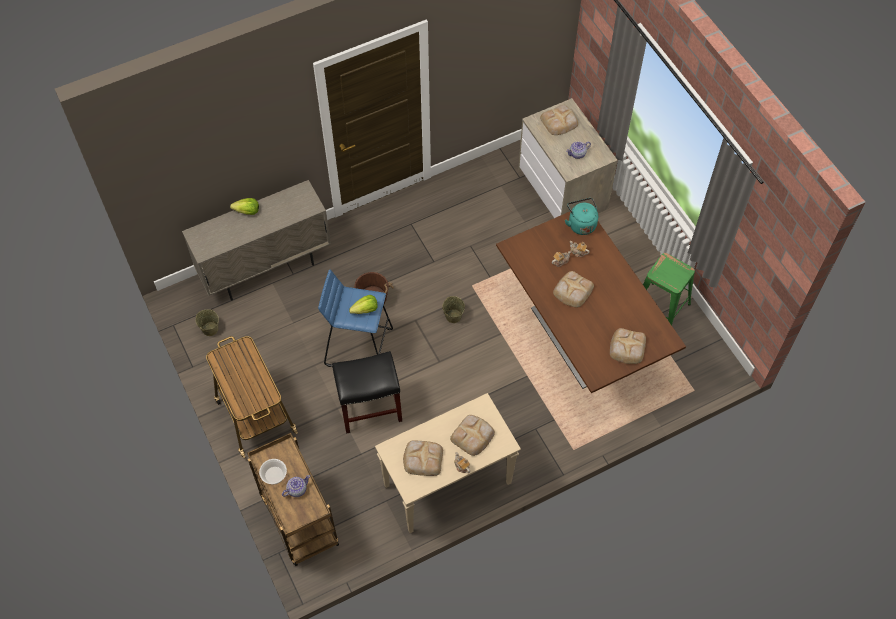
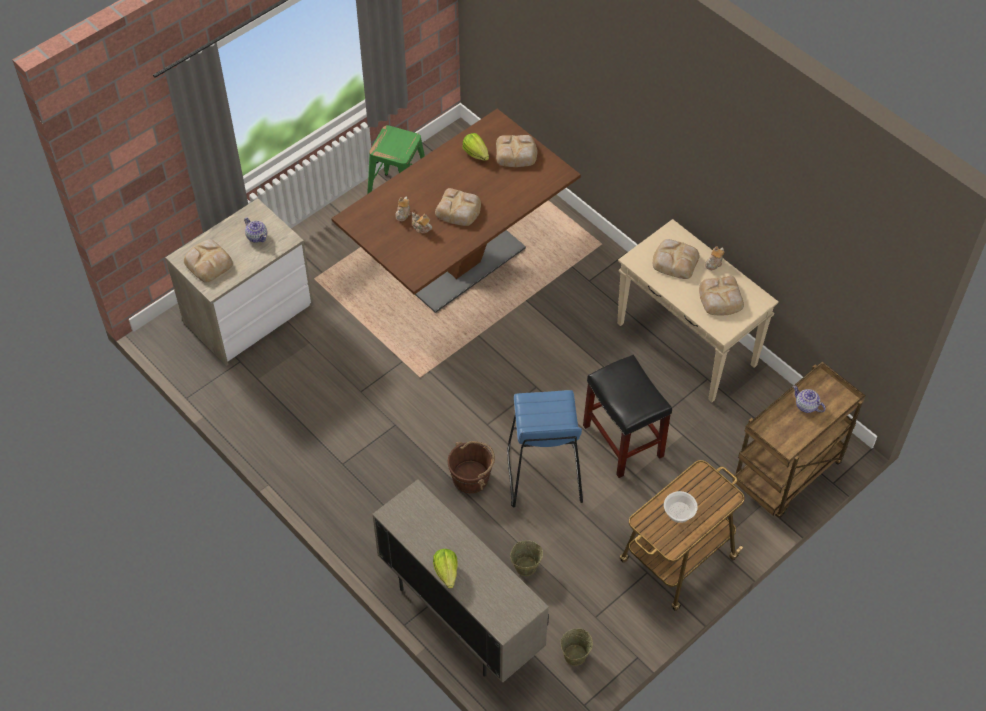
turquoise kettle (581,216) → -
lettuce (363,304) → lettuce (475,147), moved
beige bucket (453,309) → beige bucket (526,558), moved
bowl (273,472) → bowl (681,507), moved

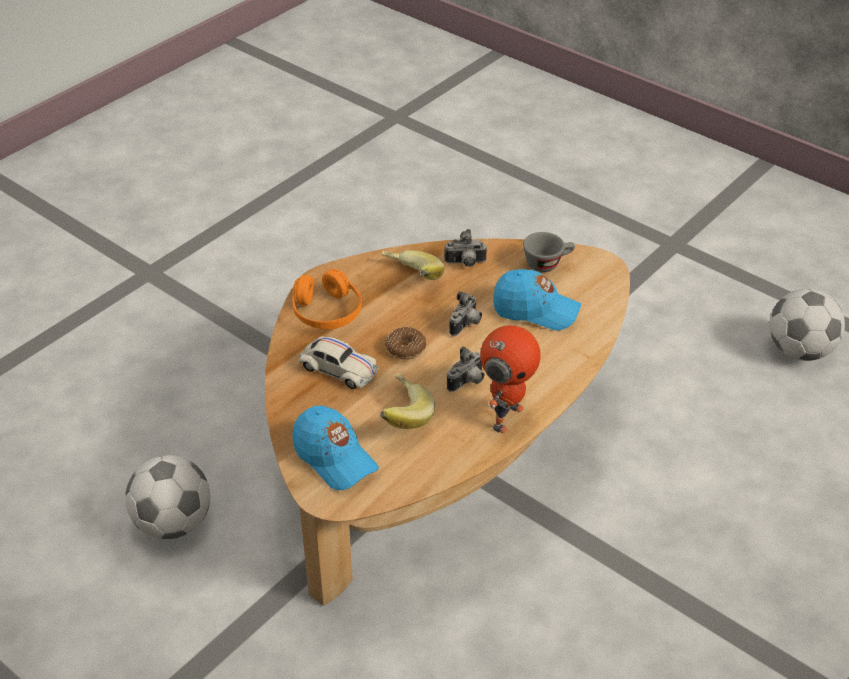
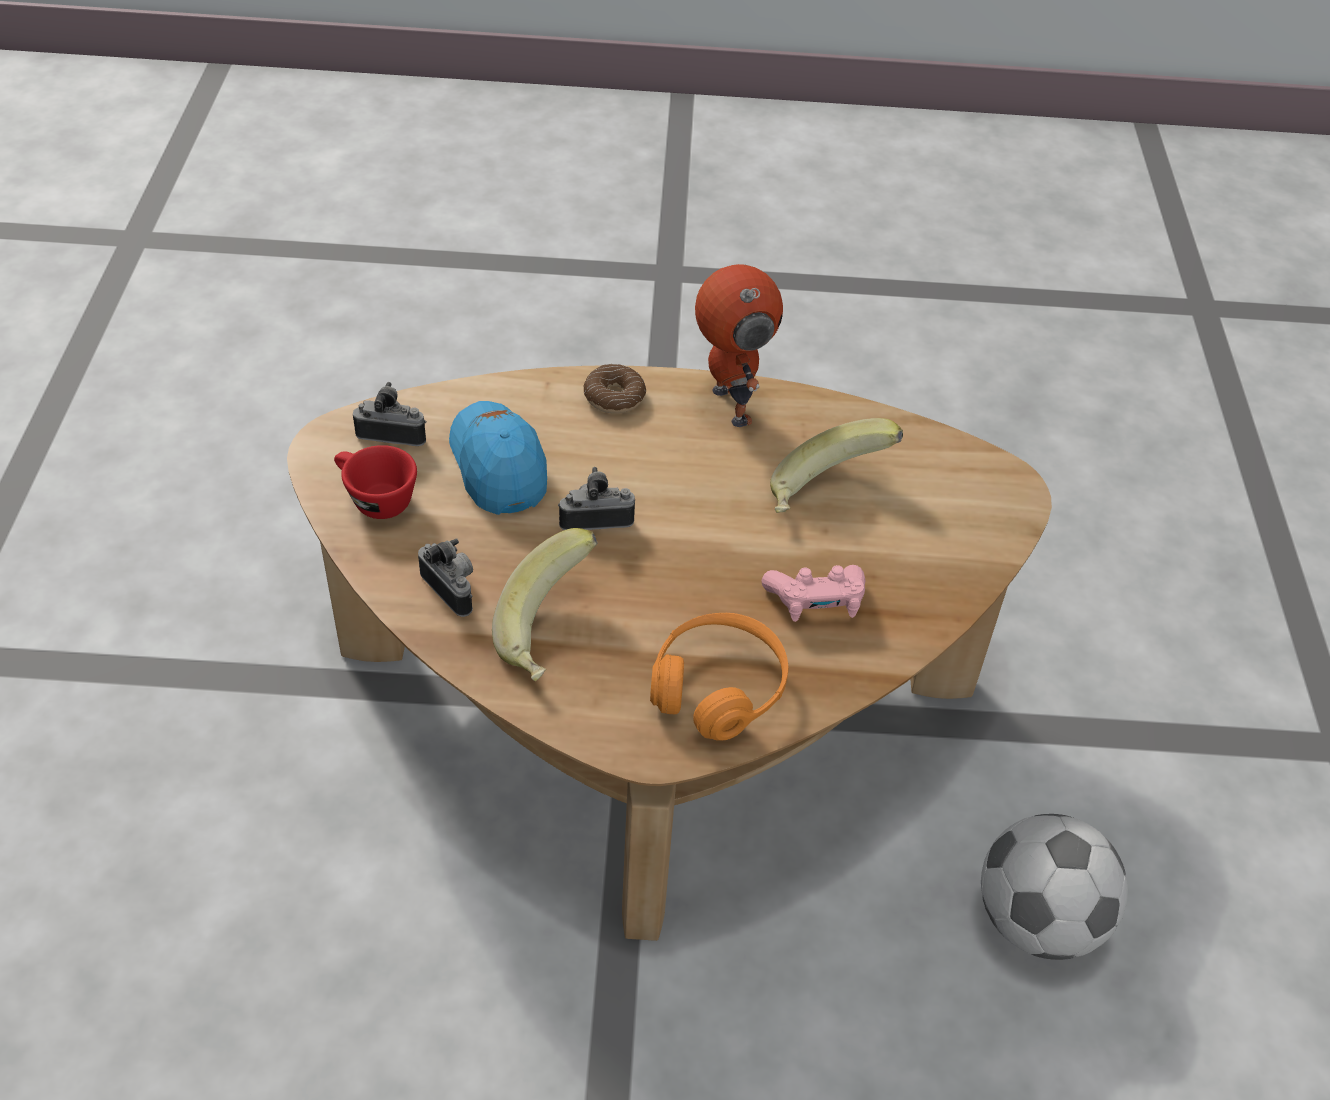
grey cup (549,252) → red cup (375,482)
football (807,325) → -
toy robot (510,379) → toy robot (739,345), 75 degrees clockwise
donut (405,343) → donut (615,389), moved
white toy car (339,362) → pink game controller (813,593)
photo camera (465,369) → photo camera (389,414), moved
blue cap (335,448) → -

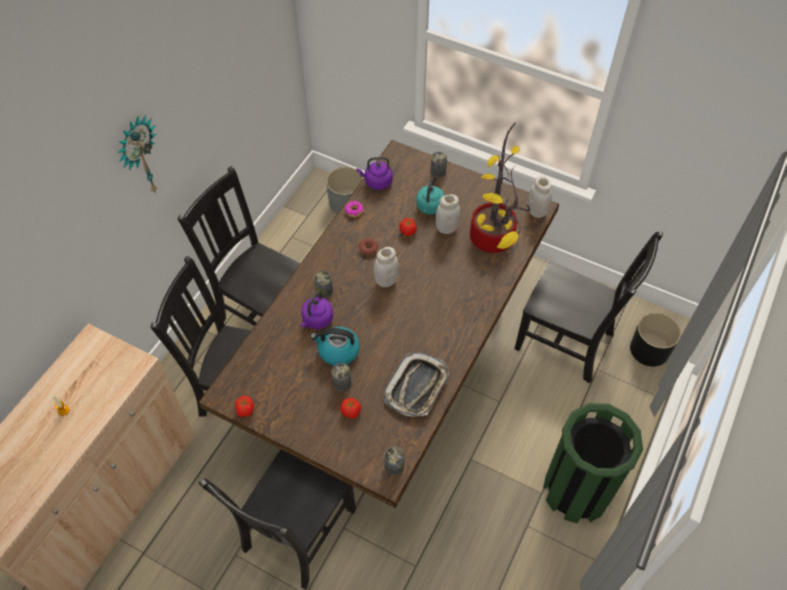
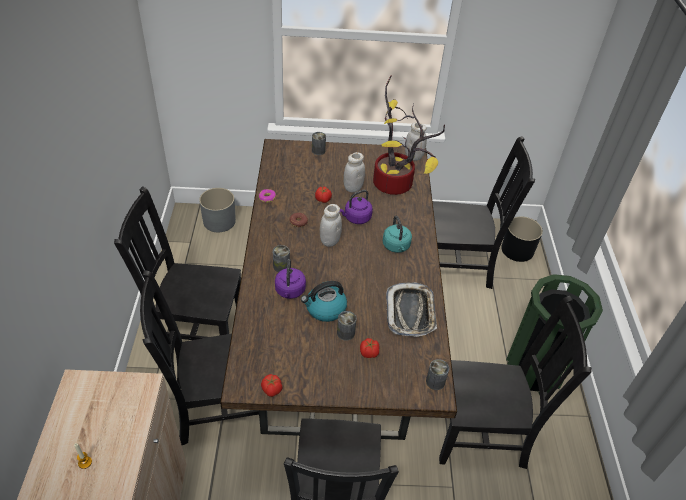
wall clock (137,154) → -
purple kettle (374,173) → purple kettle (356,207), moved
turquoise kettle (430,195) → turquoise kettle (397,234), moved
- → black chair (515,382)

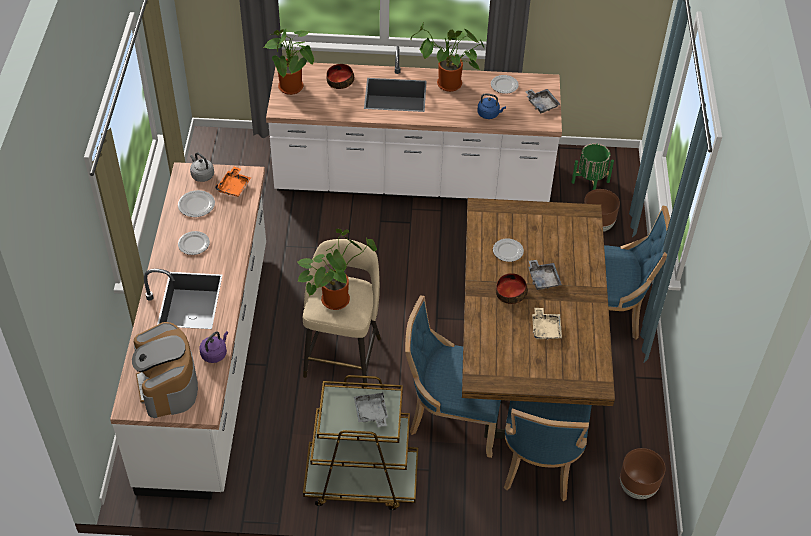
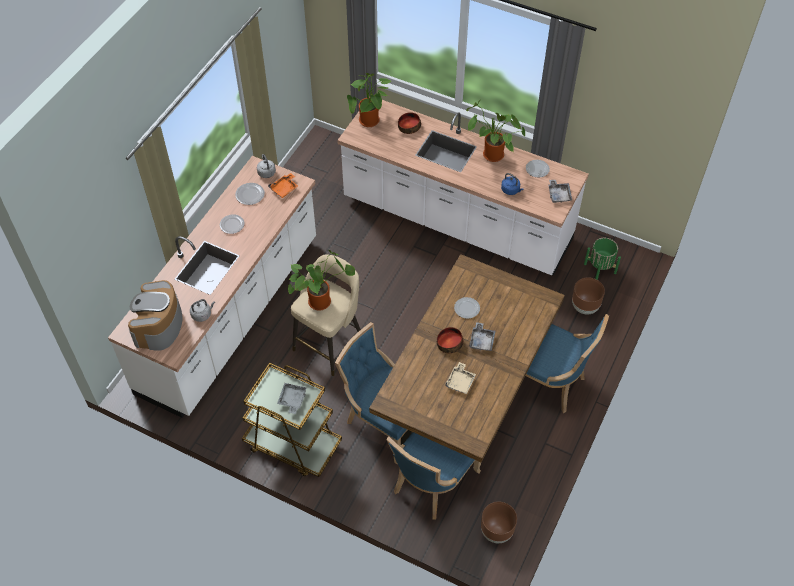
purple kettle (213,347) → grey kettle (202,310)

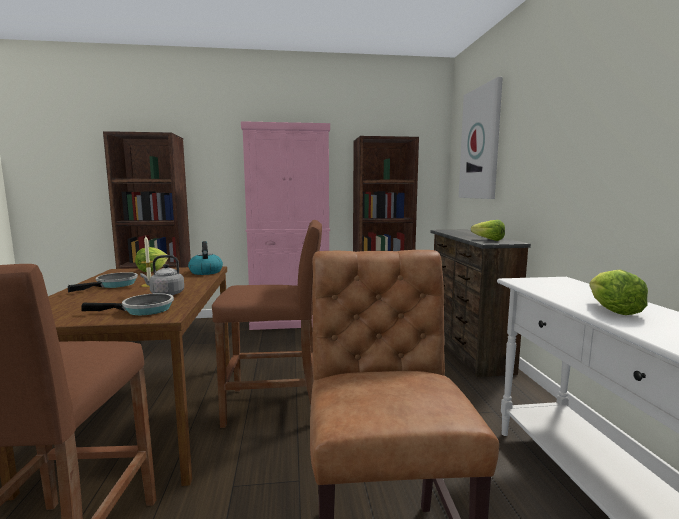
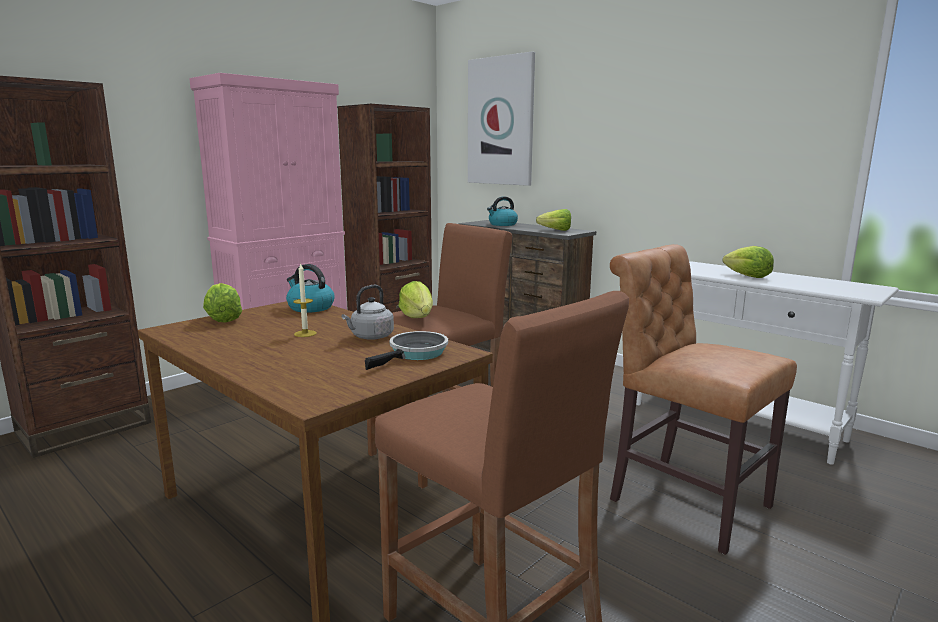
frying pan (103,282) → -
- → kettle (502,211)
- → lettuce (416,299)

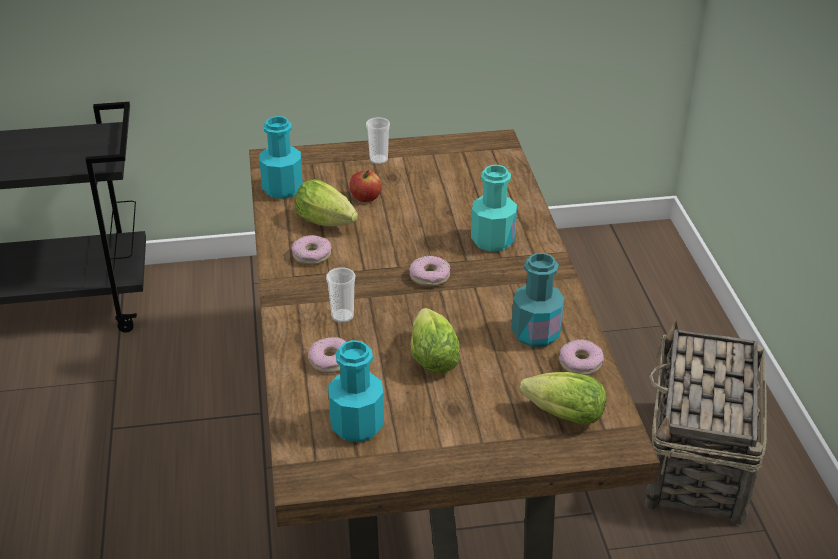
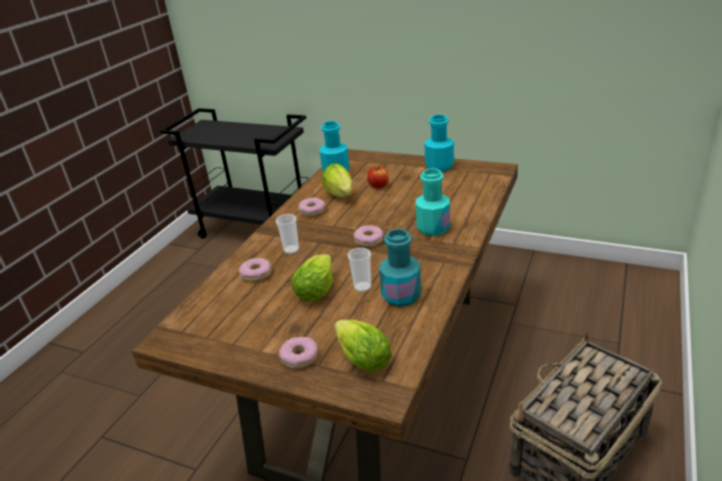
cup (378,140) → cup (359,270), moved
donut (581,357) → donut (298,353), moved
turquoise bottle (356,391) → turquoise bottle (439,143), moved

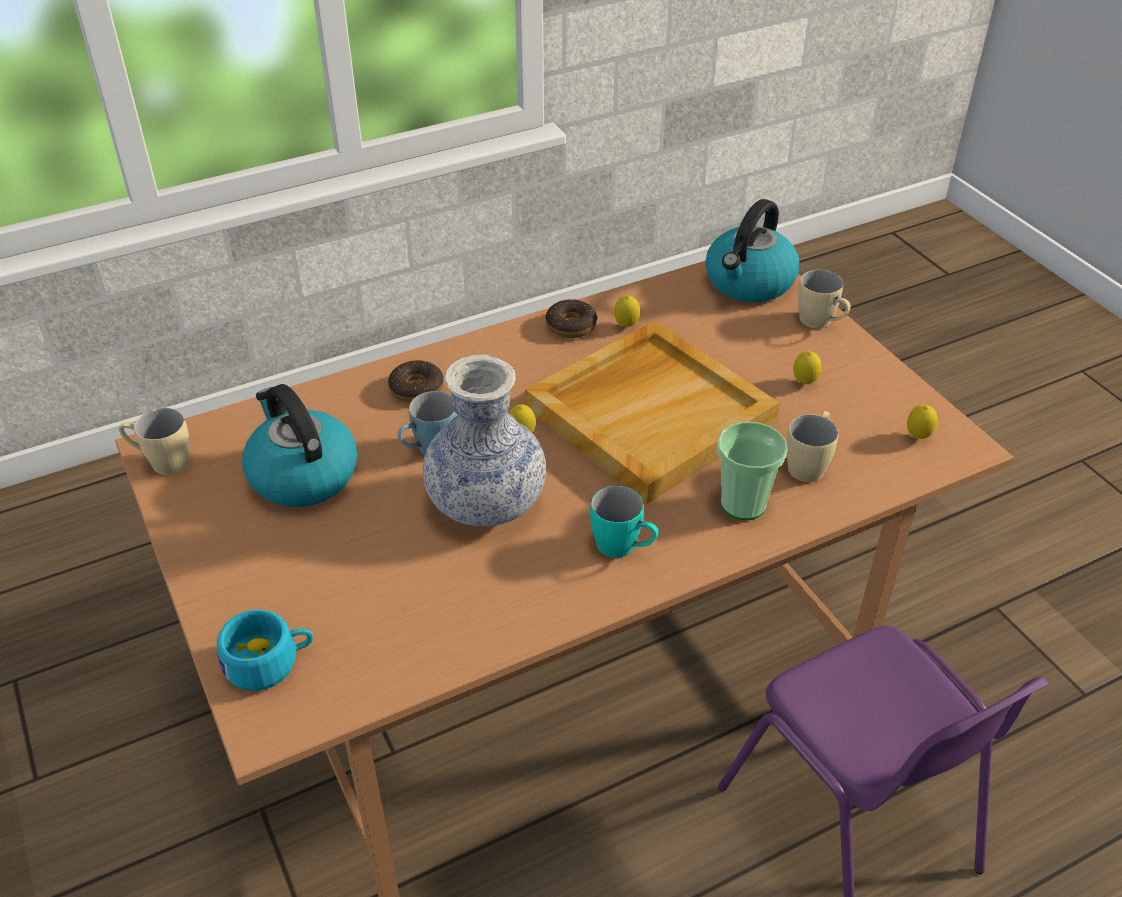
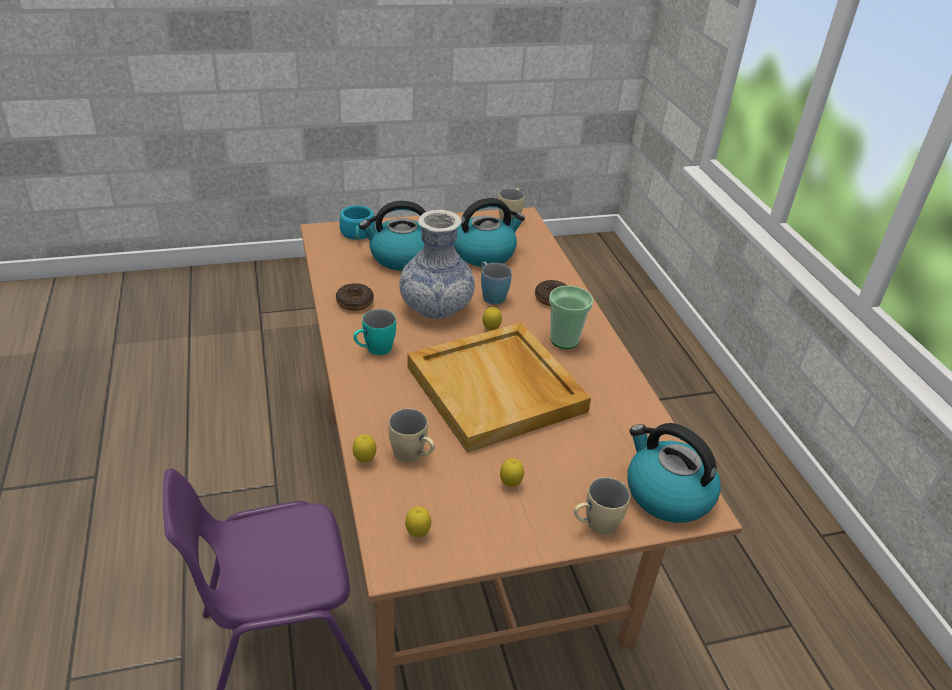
lemon (627,311) → lemon (364,448), moved
donut (571,318) → donut (355,297), moved
cup (752,471) → cup (571,317), moved
- → kettle (392,236)

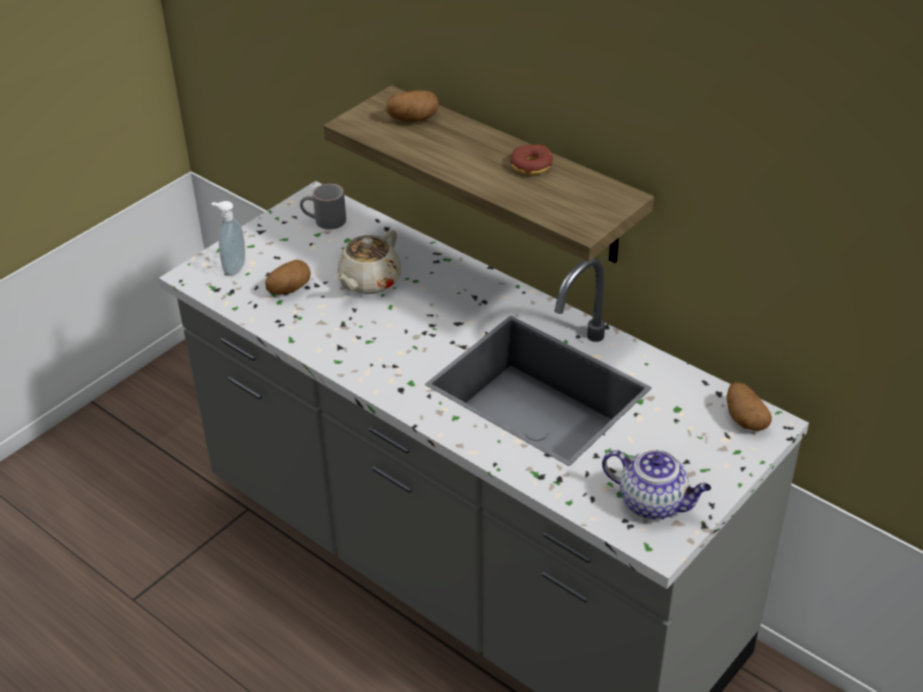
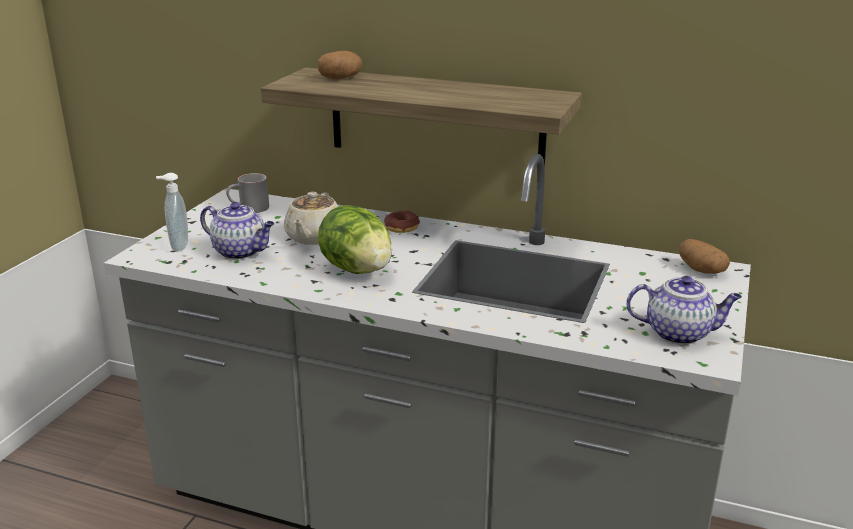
donut (531,159) → donut (402,222), moved
potato (288,277) → teapot (237,231)
- → lettuce (355,239)

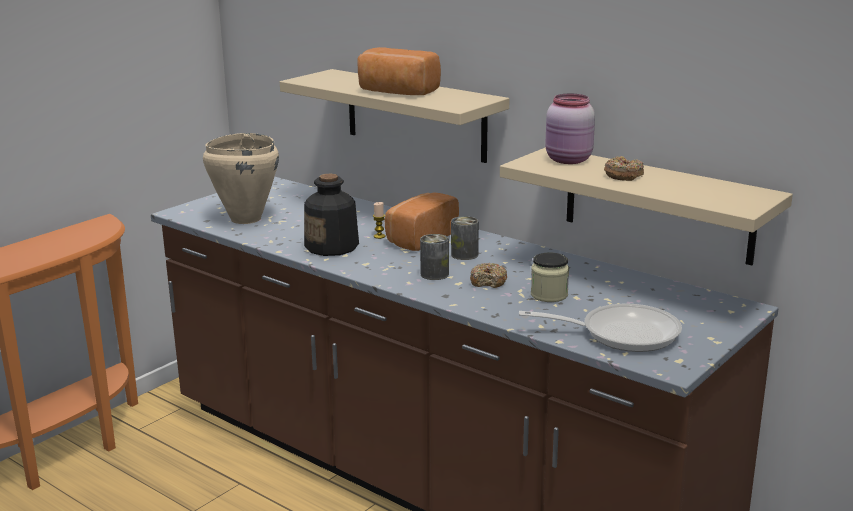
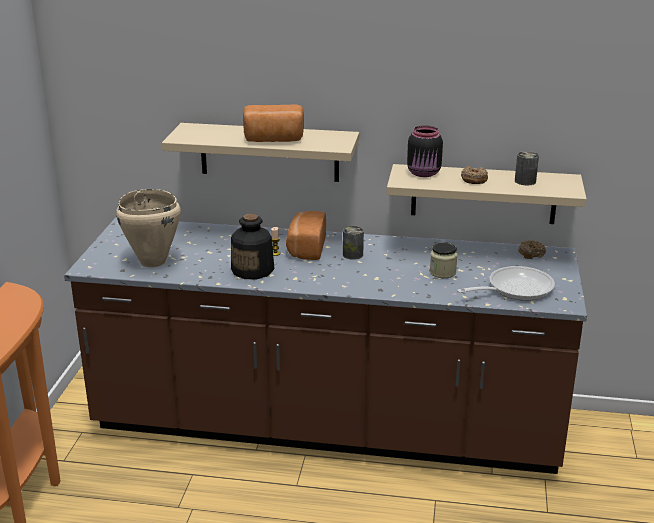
pink jar (570,129) → black jar (425,151)
can (434,257) → can (527,168), moved
donut (488,275) → donut (532,249), moved

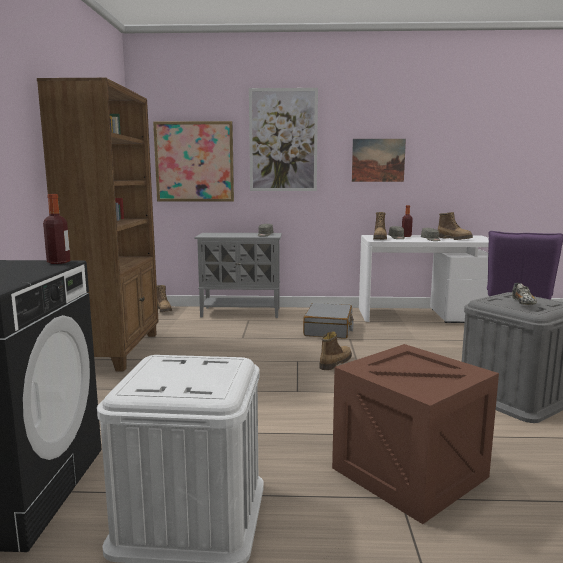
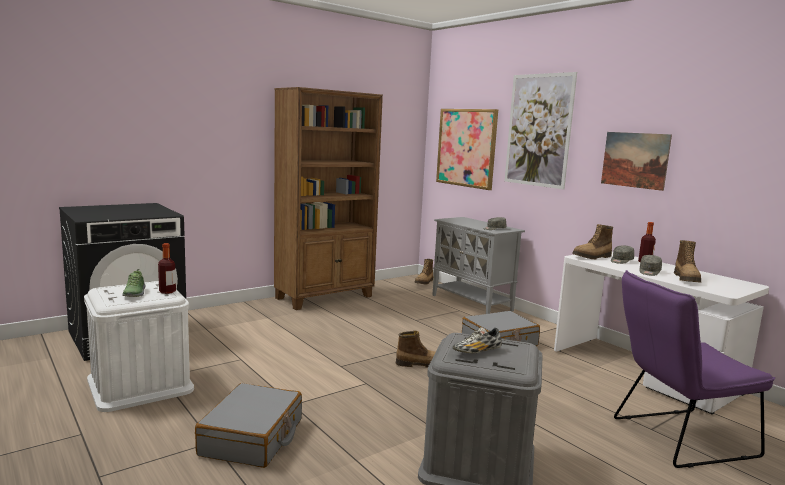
bottle (56,229) → bottle (167,268), moved
crate (415,434) → grey suitcase (248,425)
- → shoe (134,283)

